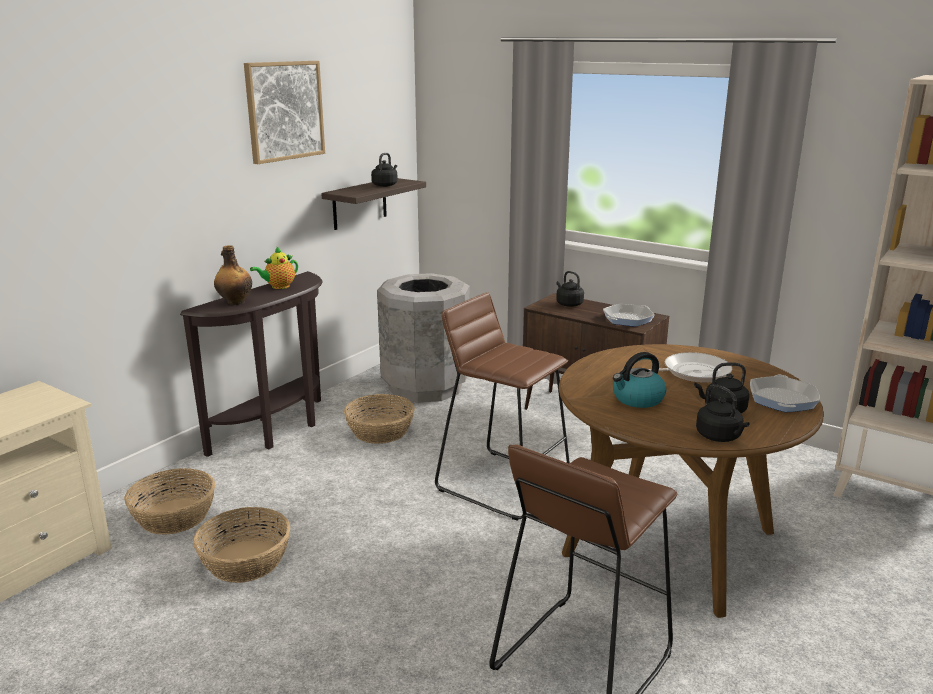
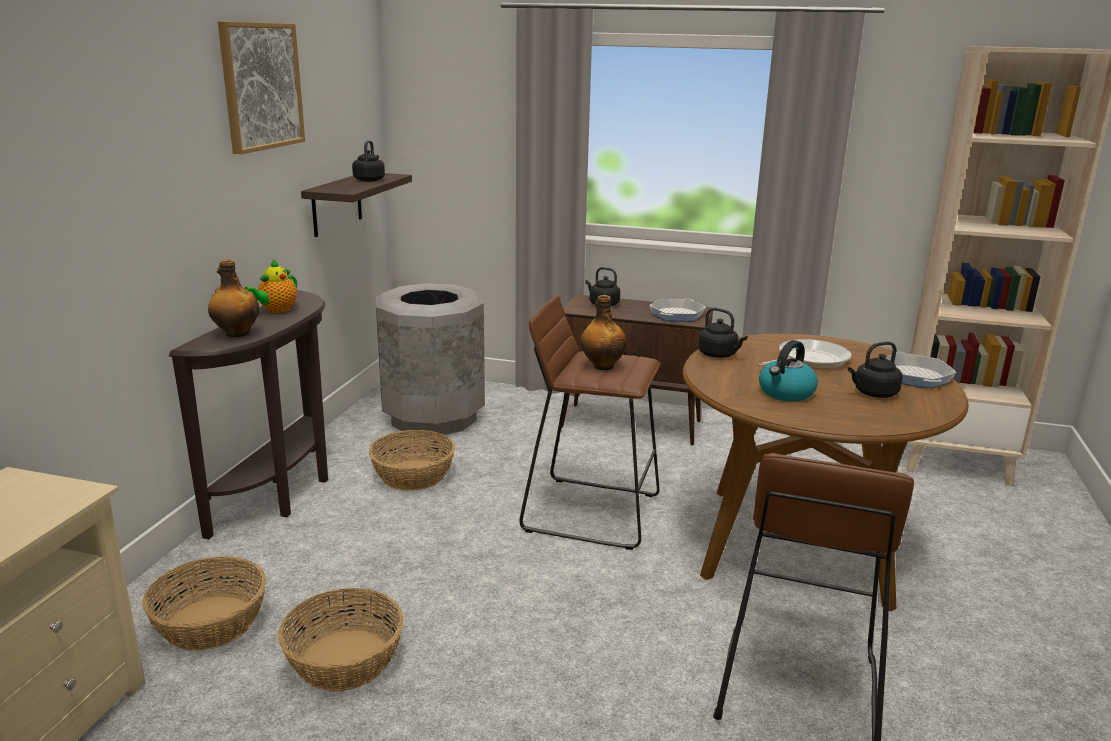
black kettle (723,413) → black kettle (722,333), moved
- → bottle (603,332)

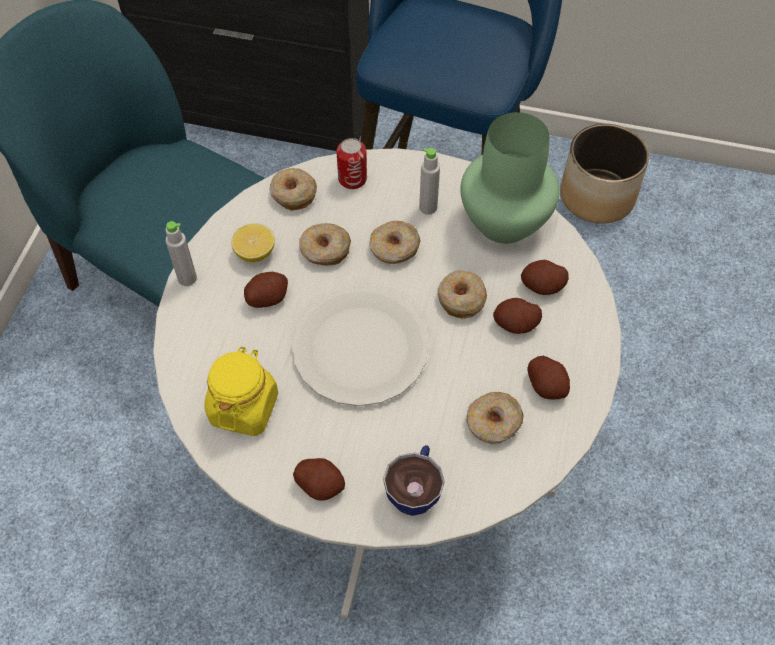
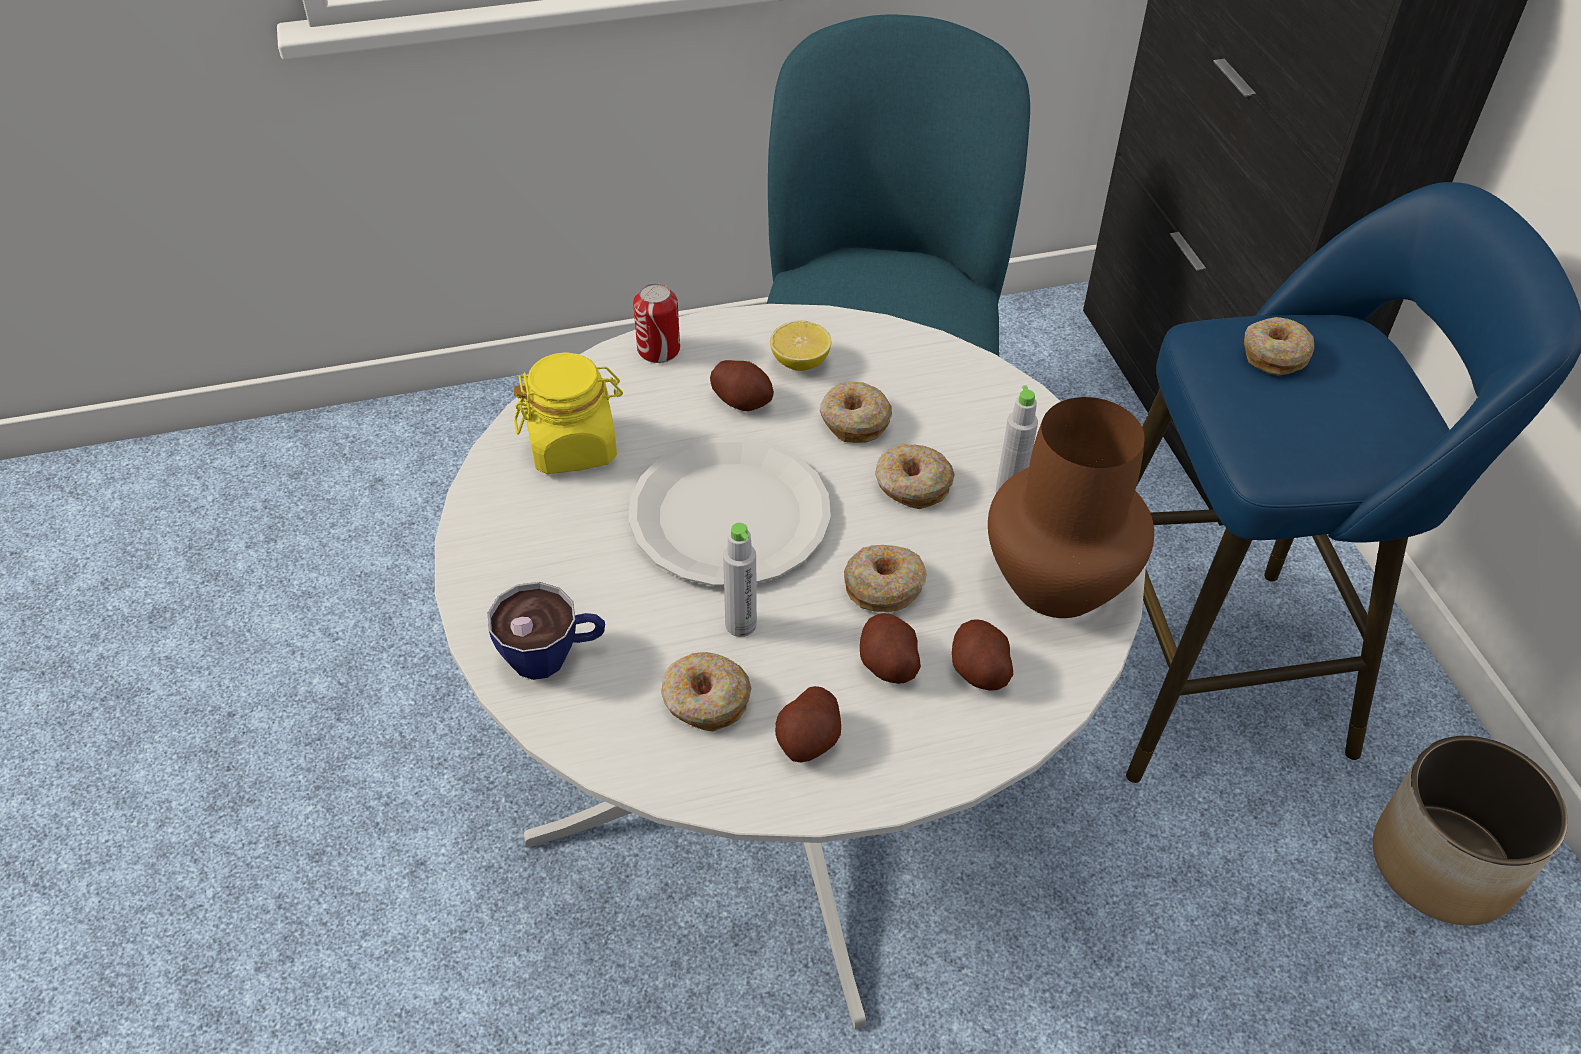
green vase (510,178) → brown vase (1071,507)
can (351,163) → can (656,323), moved
donut (293,189) → donut (1279,346), moved
grey bottle (181,253) → grey bottle (740,580), moved
potato (319,479) → -

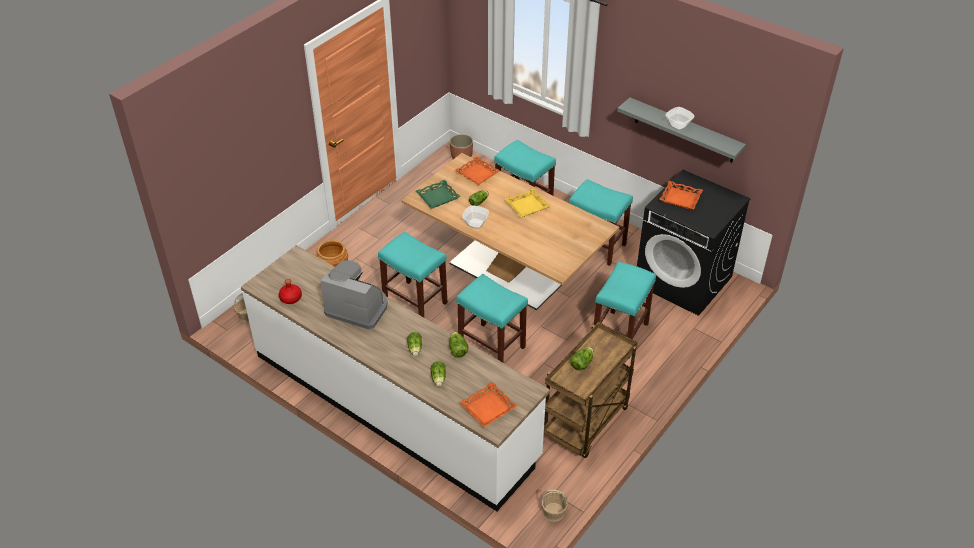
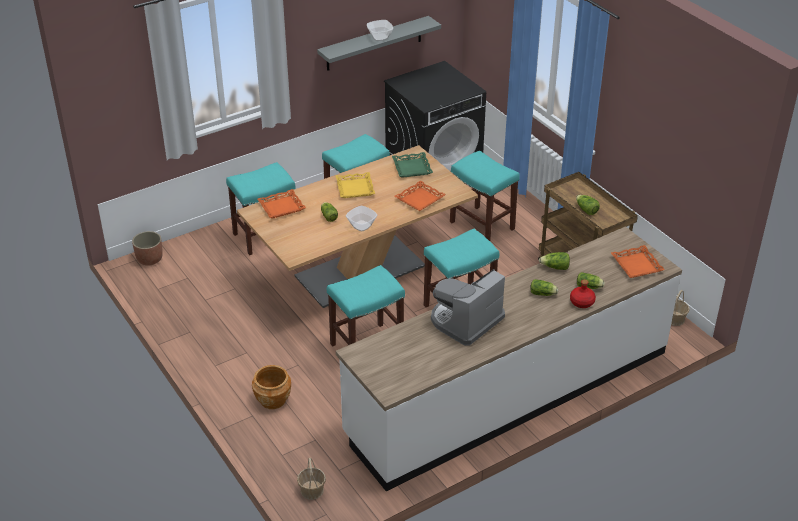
green tray (438,194) → green tray (412,165), moved
orange tray (681,195) → orange tray (420,196), moved
red bottle (290,291) → red bottle (583,294), moved

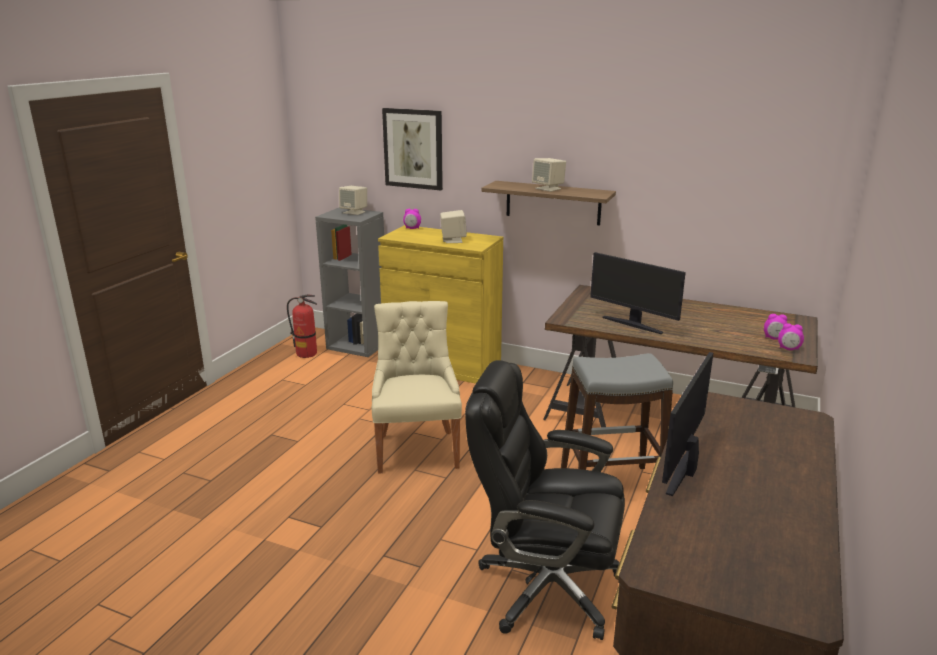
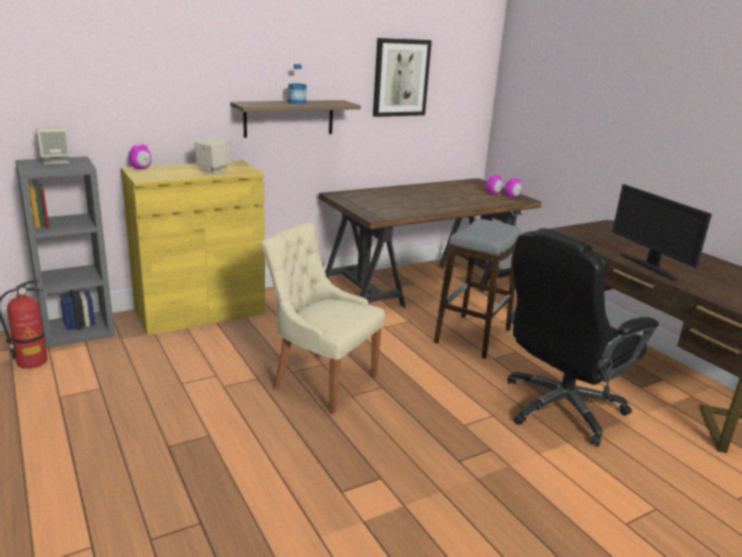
picture (412,149) → picture (402,77), moved
beige speaker (549,175) → bottle (297,84)
monitor (638,293) → -

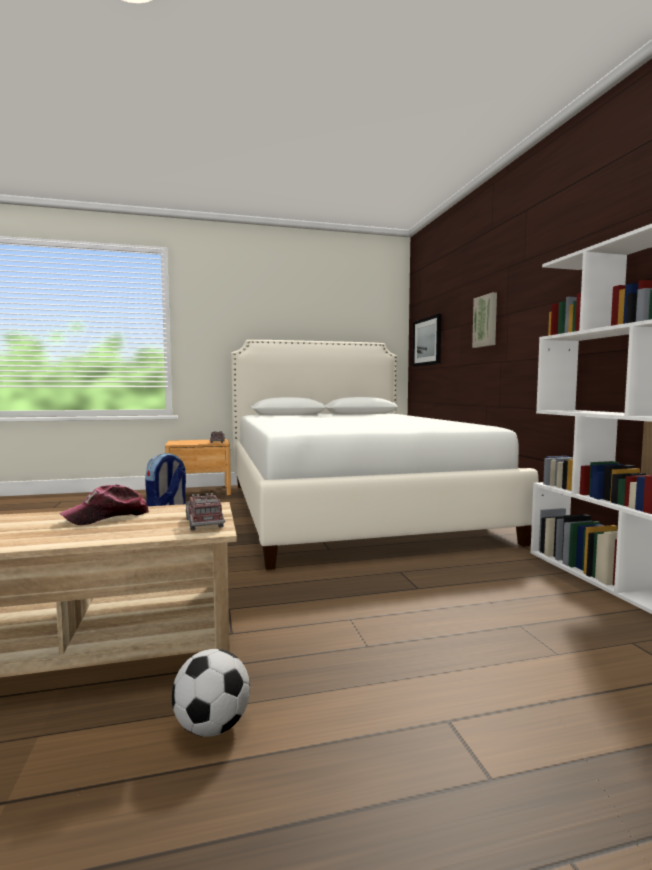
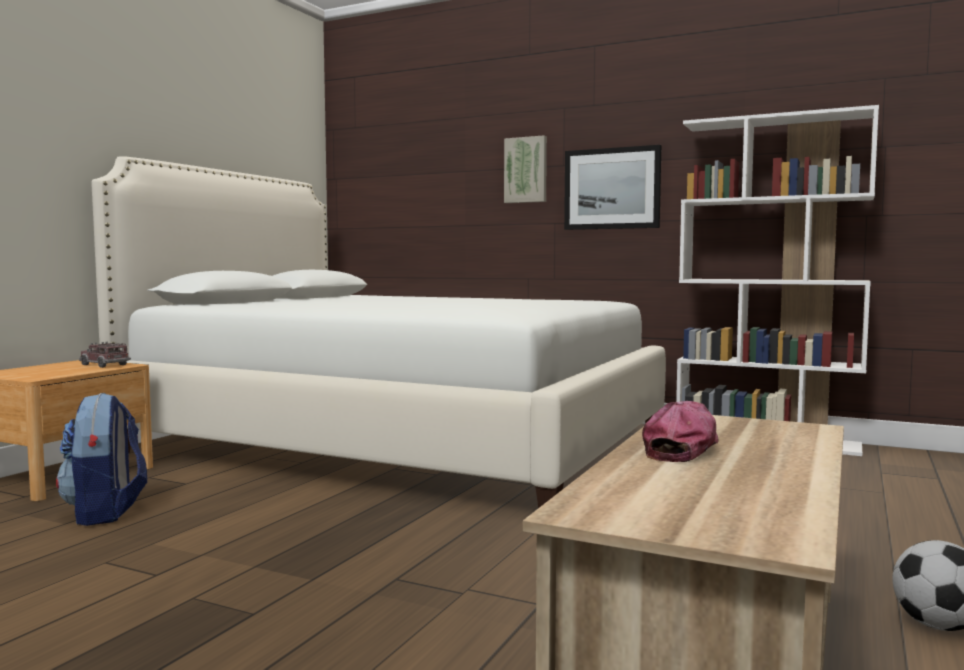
picture (427,340) → picture (613,187), moved
cap (104,504) → cap (680,431), 150 degrees counterclockwise
toy truck (205,511) → -

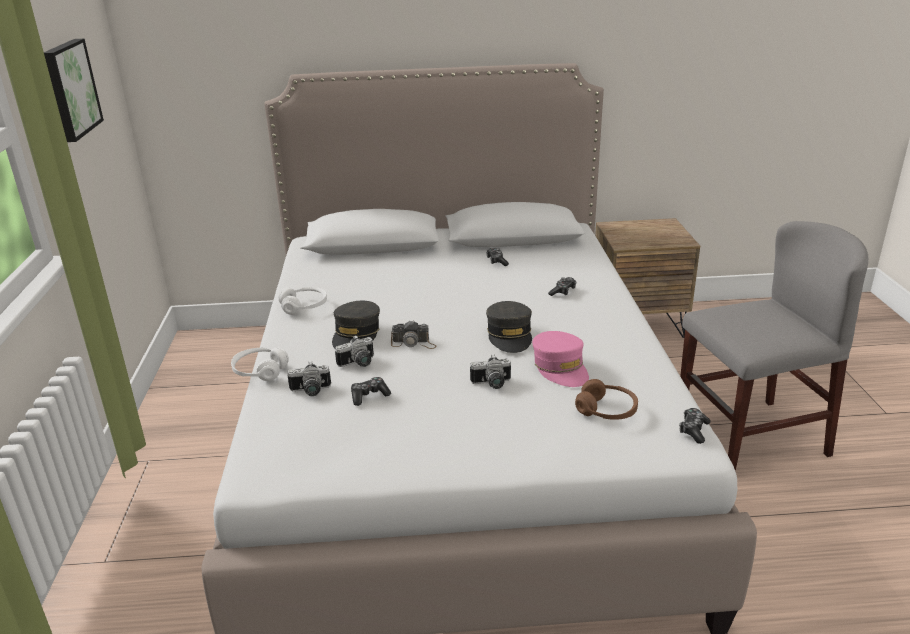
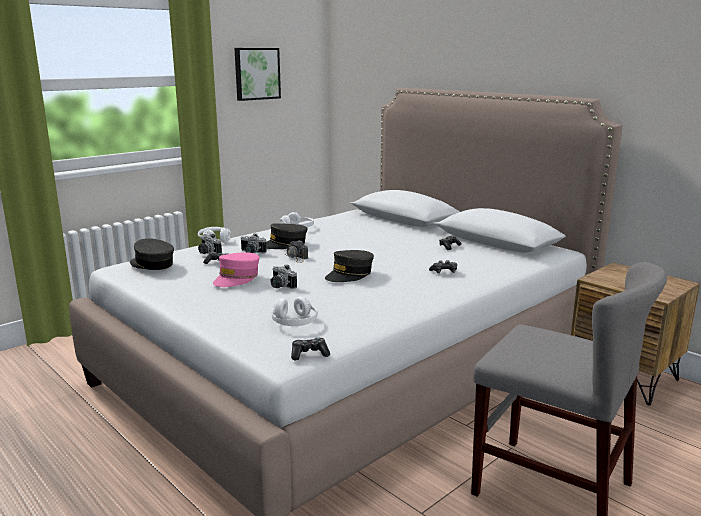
pink cap (560,359) → pink cap (236,269), moved
brown headphones (606,399) → white headphones (295,311)
- → grey cap (152,254)

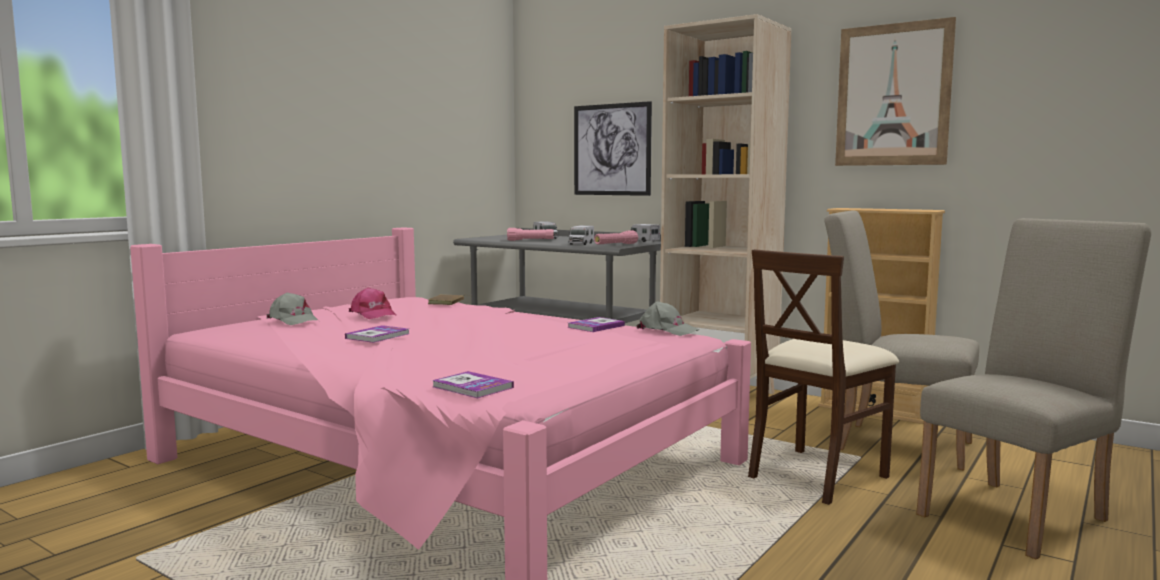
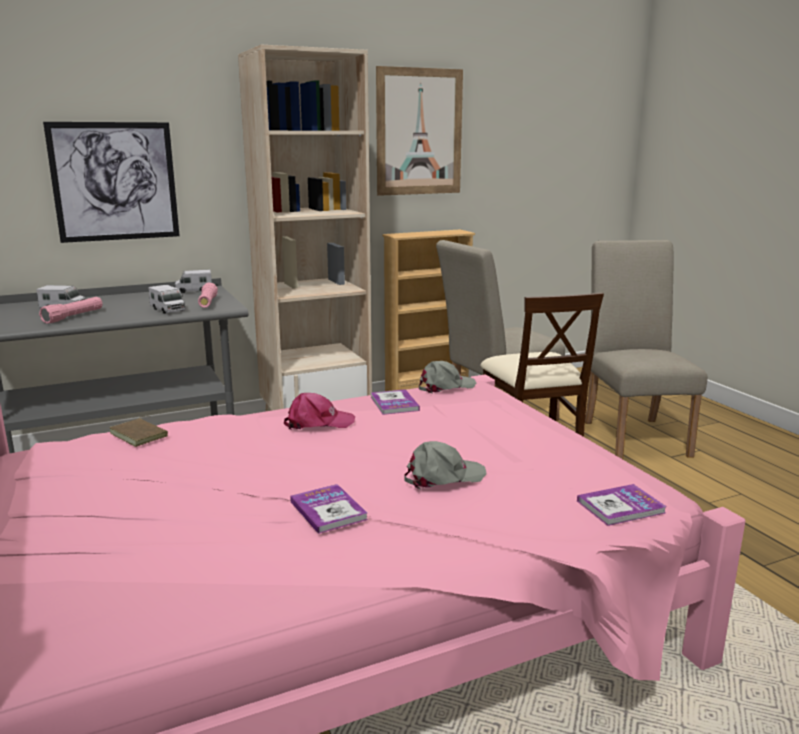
pink cap (373,303) → pink cap (319,412), moved
grey cap (293,309) → grey cap (446,465), moved

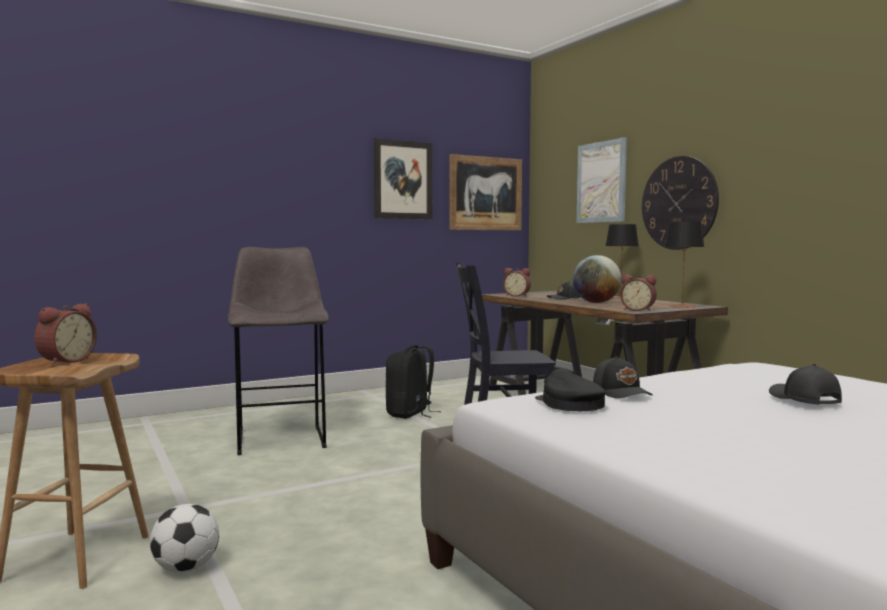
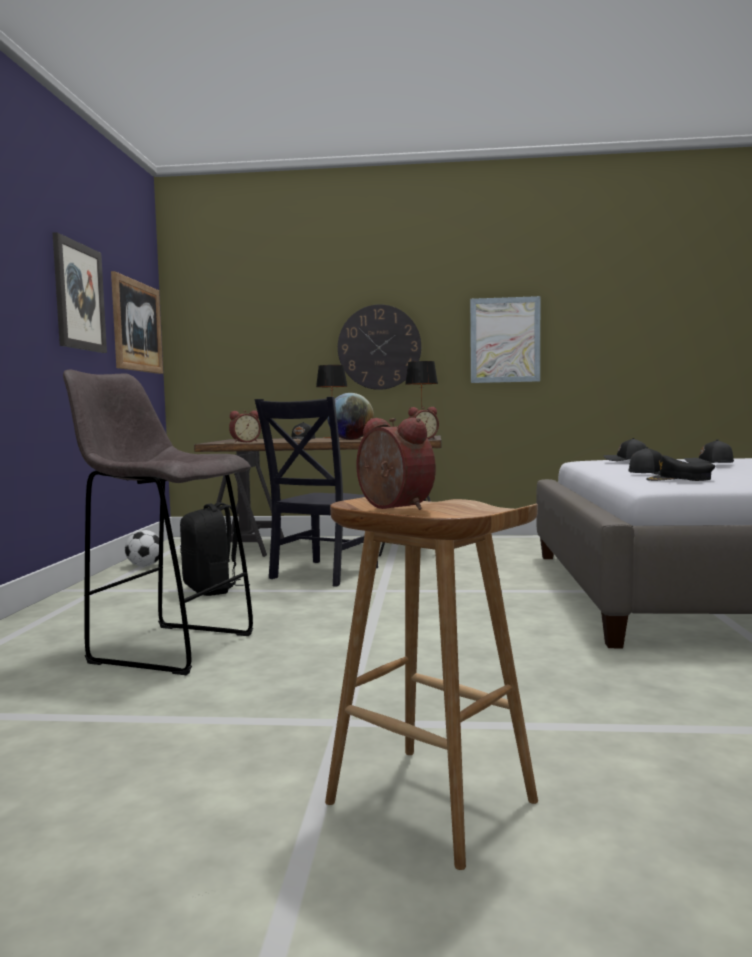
picture (602,180) → picture (505,339), moved
football (184,538) → football (142,548), moved
- → black cap (625,449)

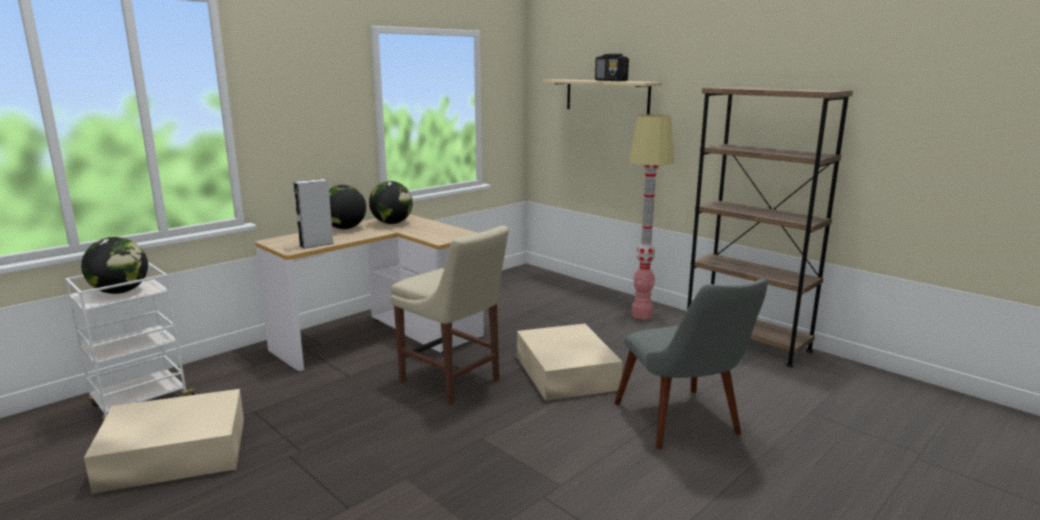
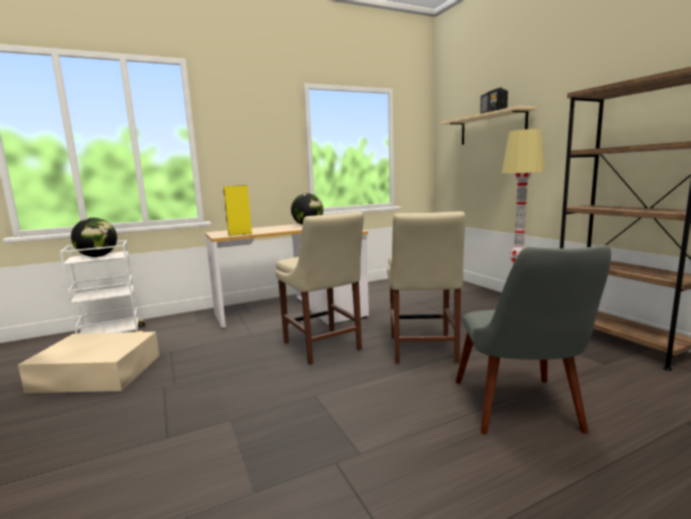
grey speaker (314,214) → yellow speaker (237,210)
globe (347,207) → -
beige storage box (570,362) → beige chair (426,287)

